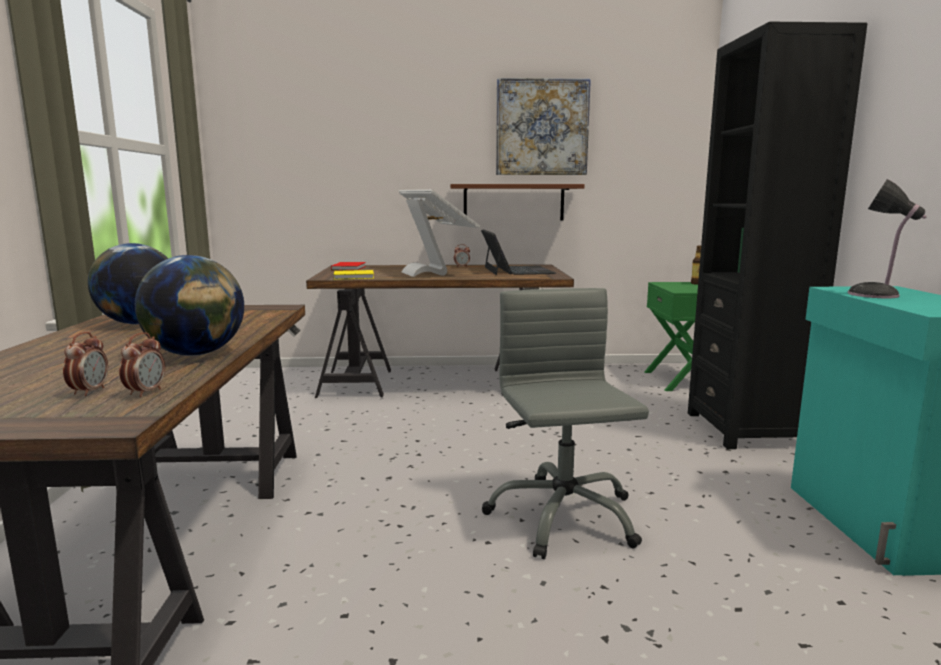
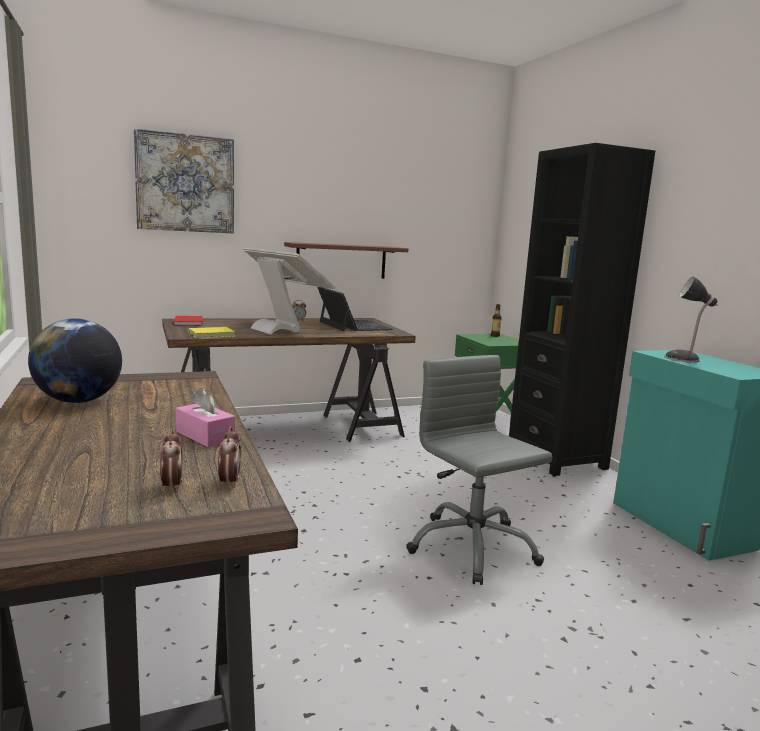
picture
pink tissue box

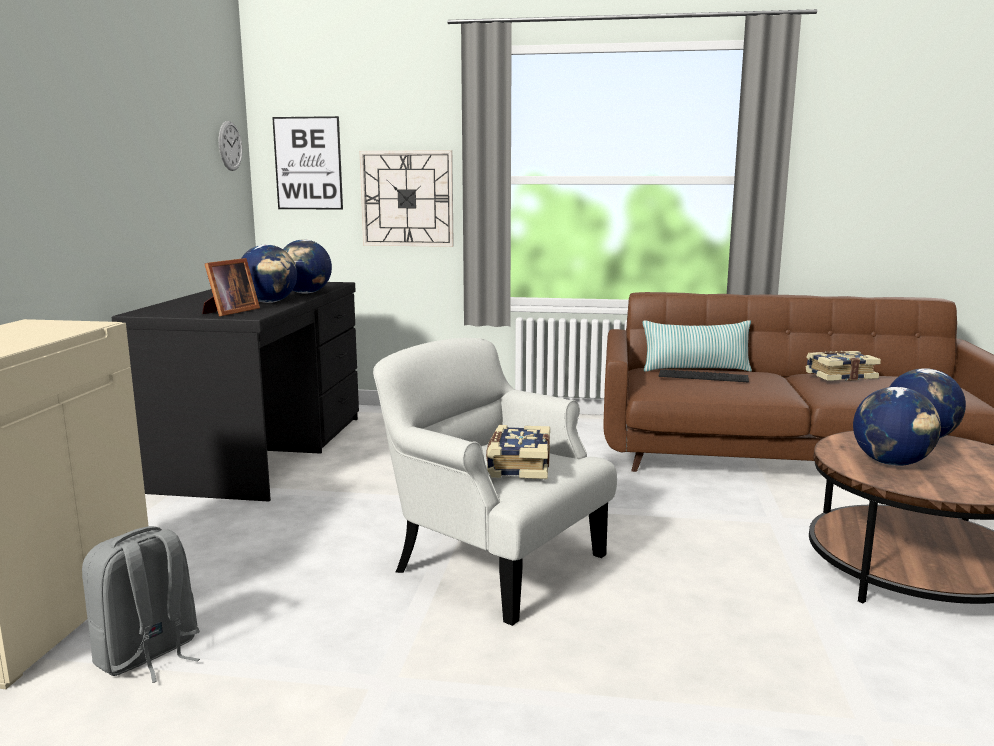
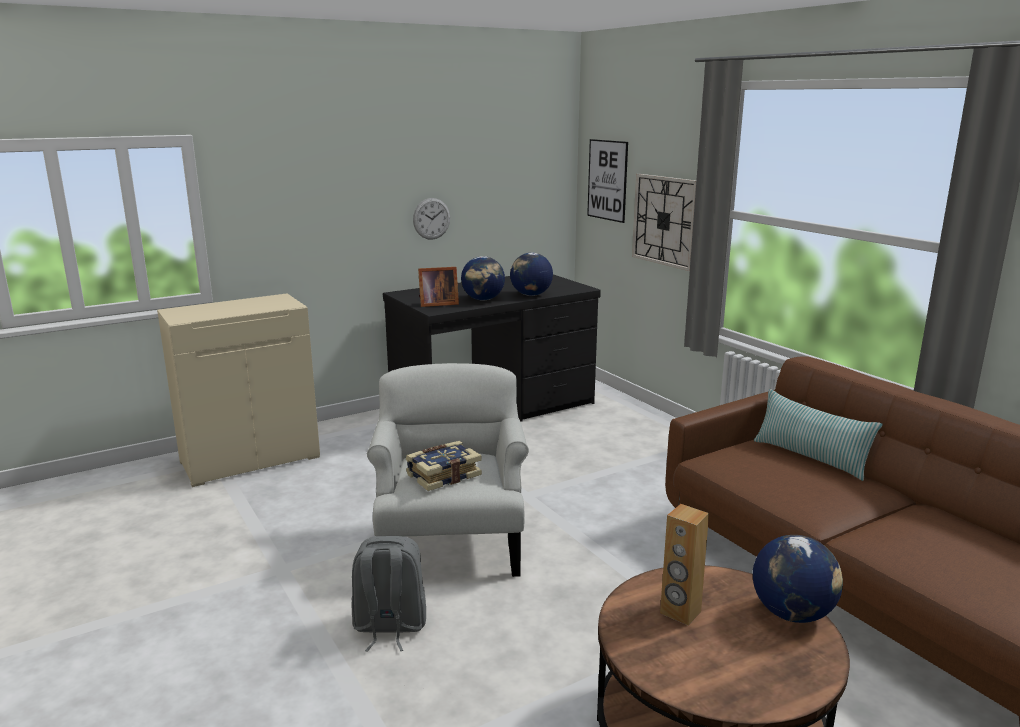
wall clock (1st from left)
book (2nd from left in the first image)
keyboard
brown speaker
grey backpack

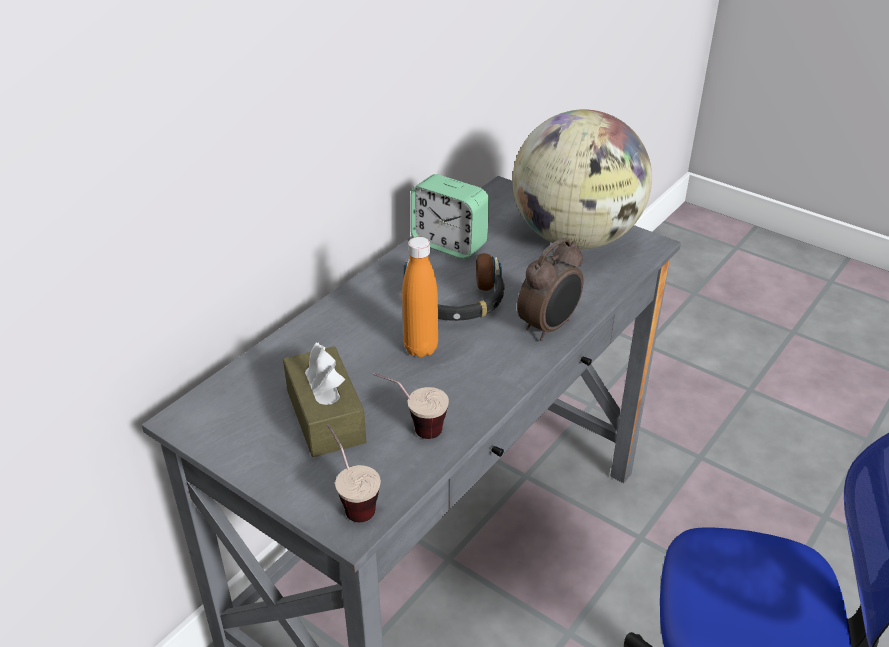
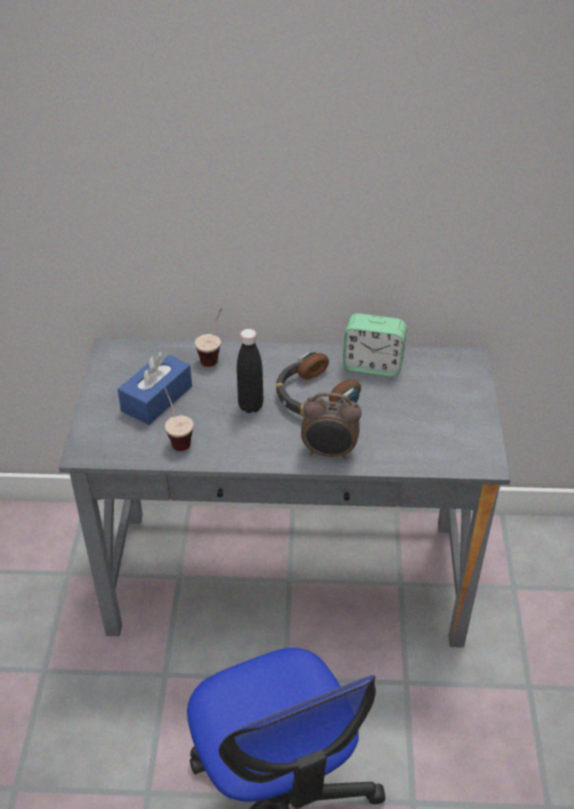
globe
alarm clock (2nd from left)
black bottle
blue tissue box
cup (2nd from left)

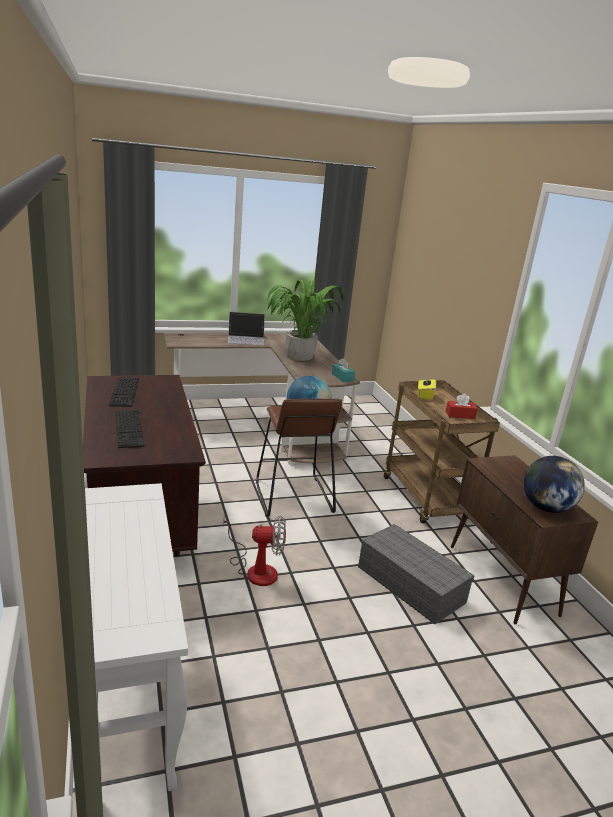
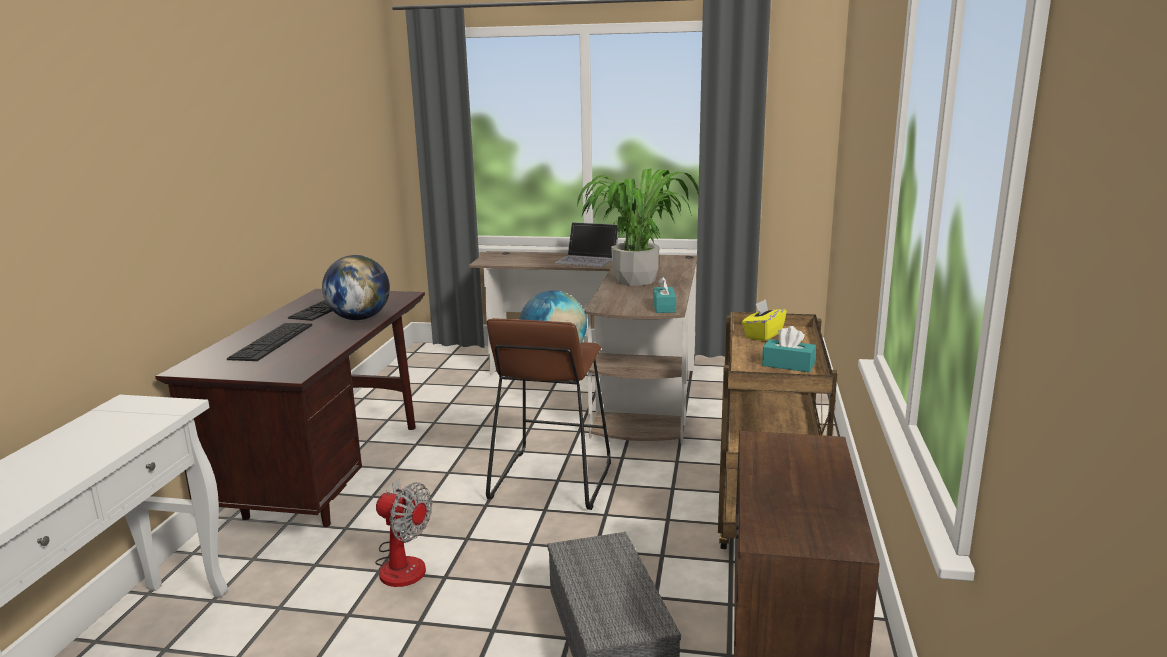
turquoise tissue box (2nd from left)
globe (1st from left)

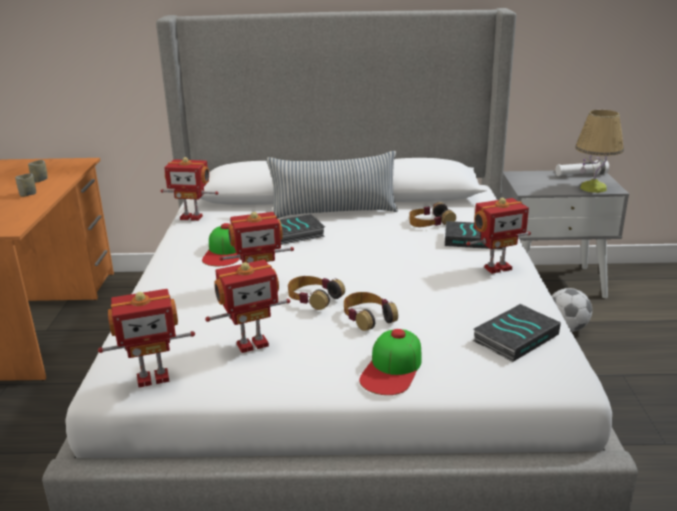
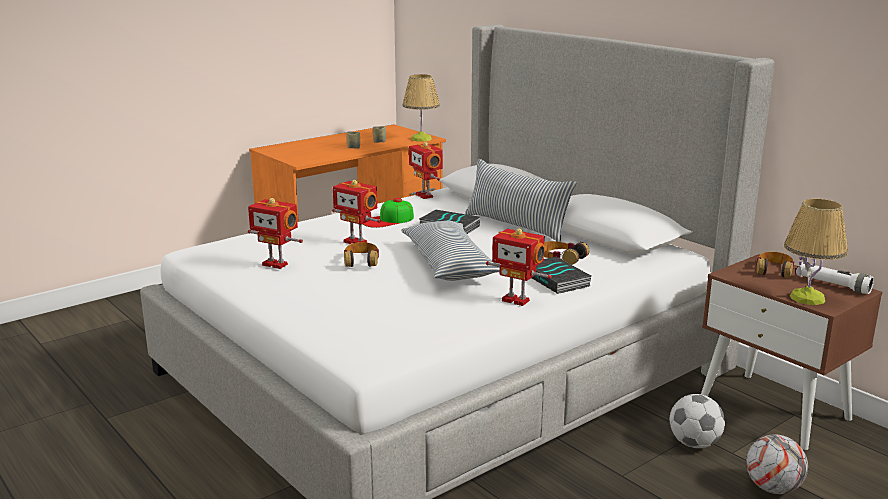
brown nightstand
toy robot (1st from left in the first image)
headphones (3rd from left)
book (3rd from left in the first image)
cap (2nd from left in the first image)
table lamp (1st from left)
pillow (1st from left)
football (2nd from left)

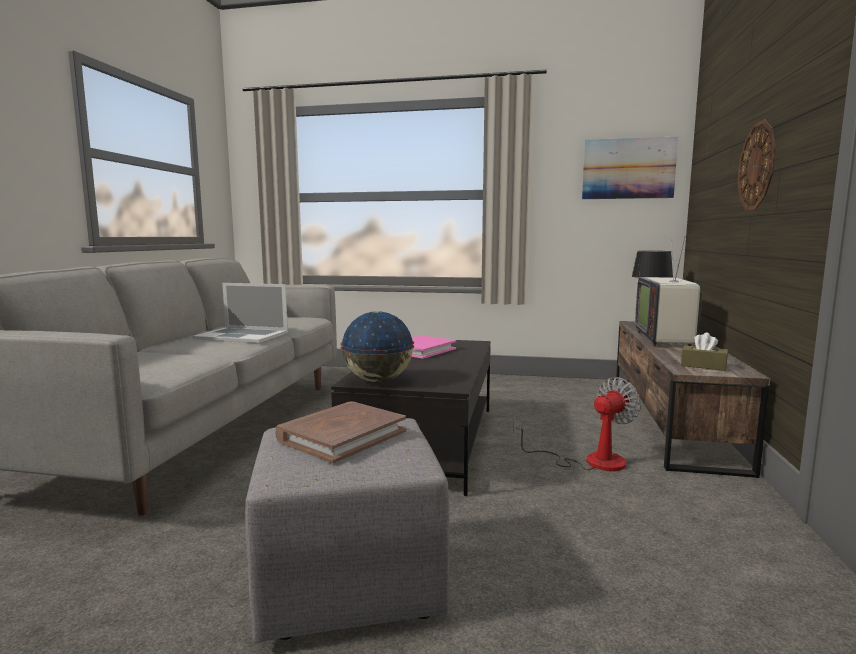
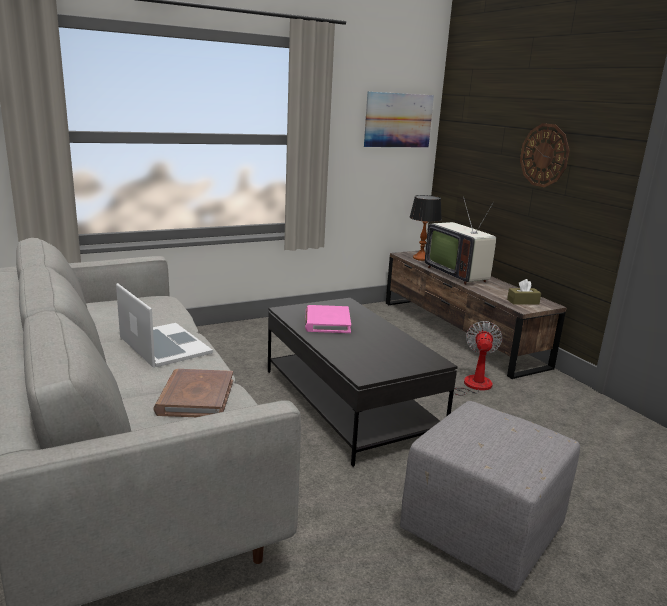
laptop
globe
brown book

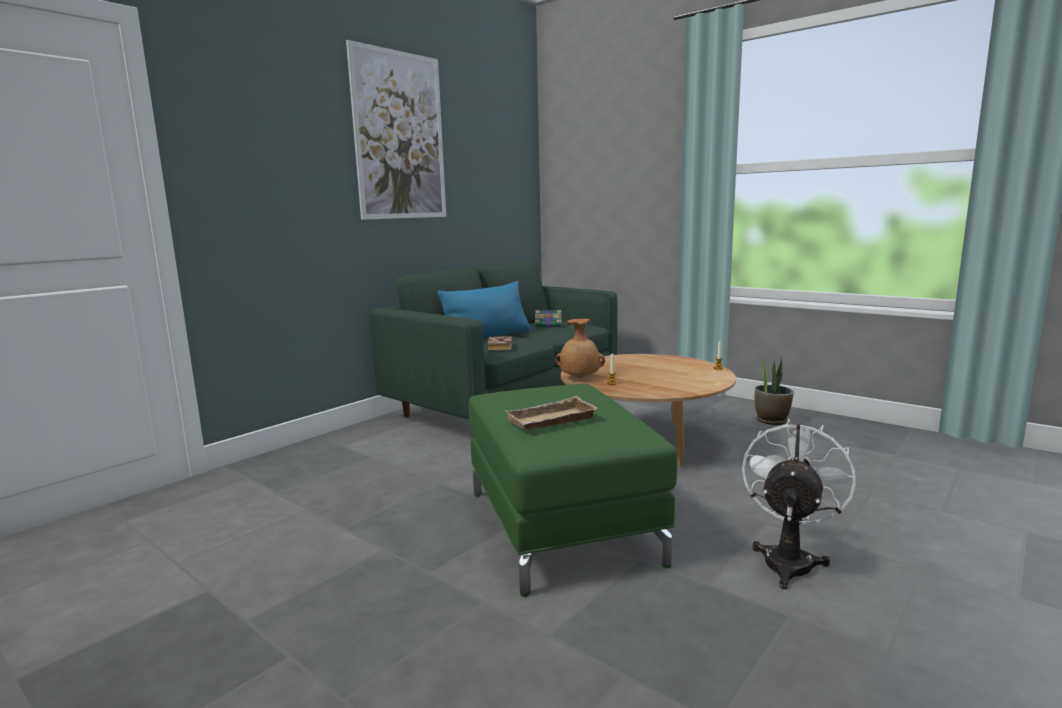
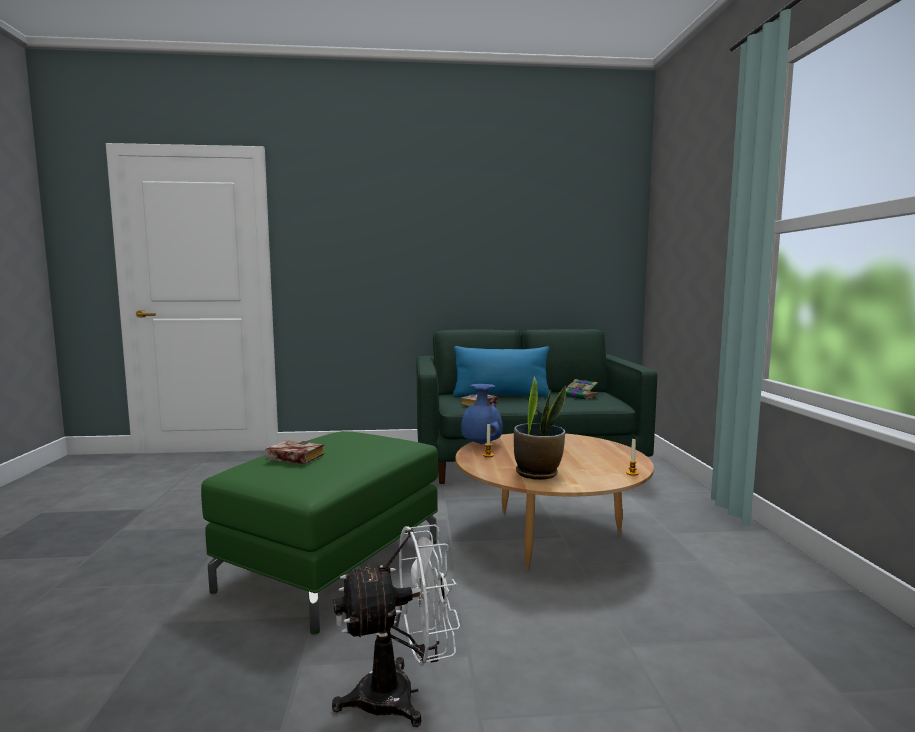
picture
blue vase
potted plant
book (1st from left)

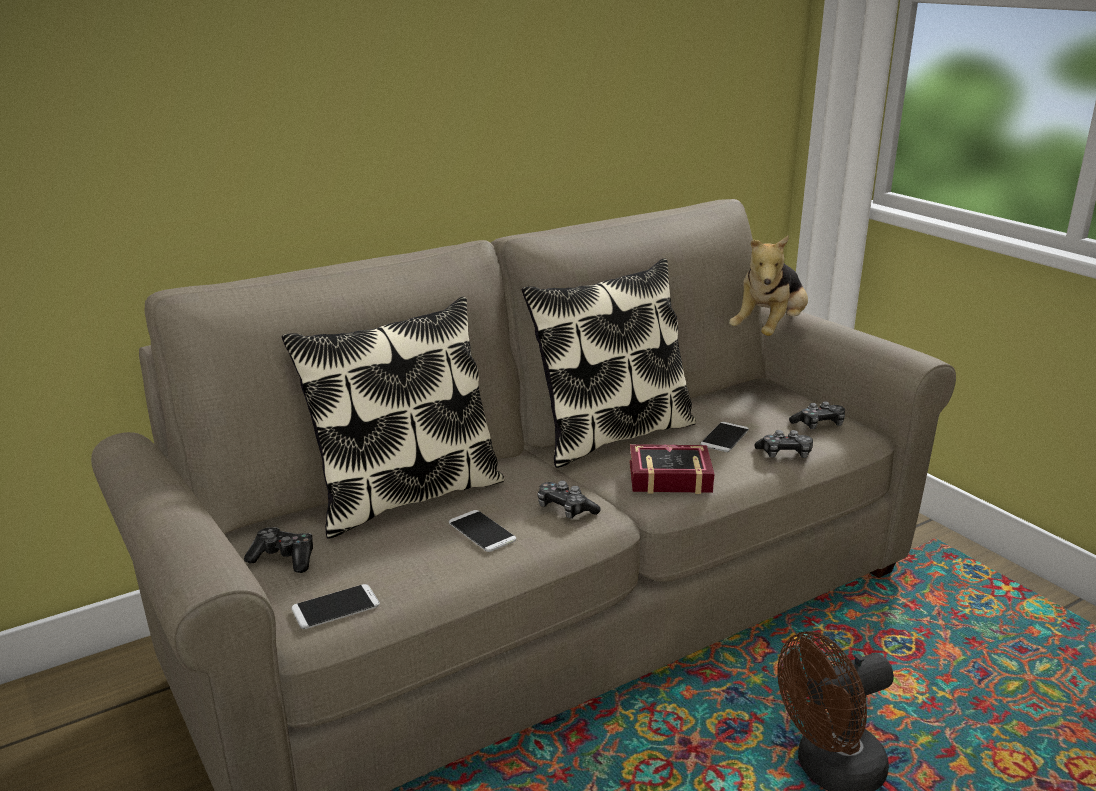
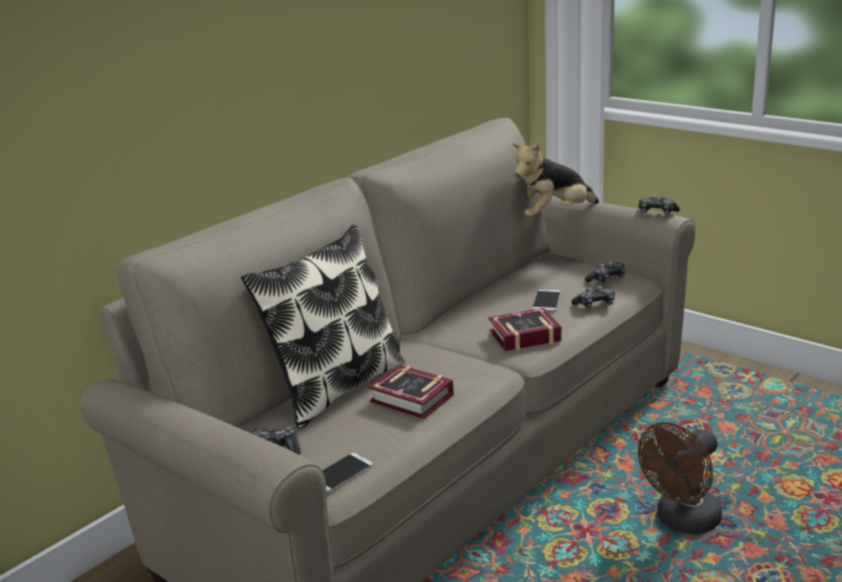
plush toy
pillow (2nd from left in the first image)
game controller (4th from left)
book (1st from left)

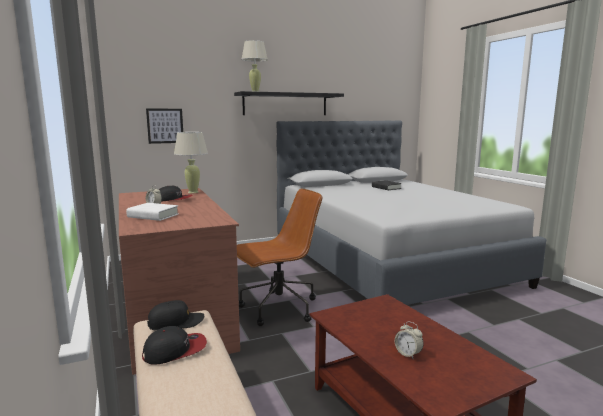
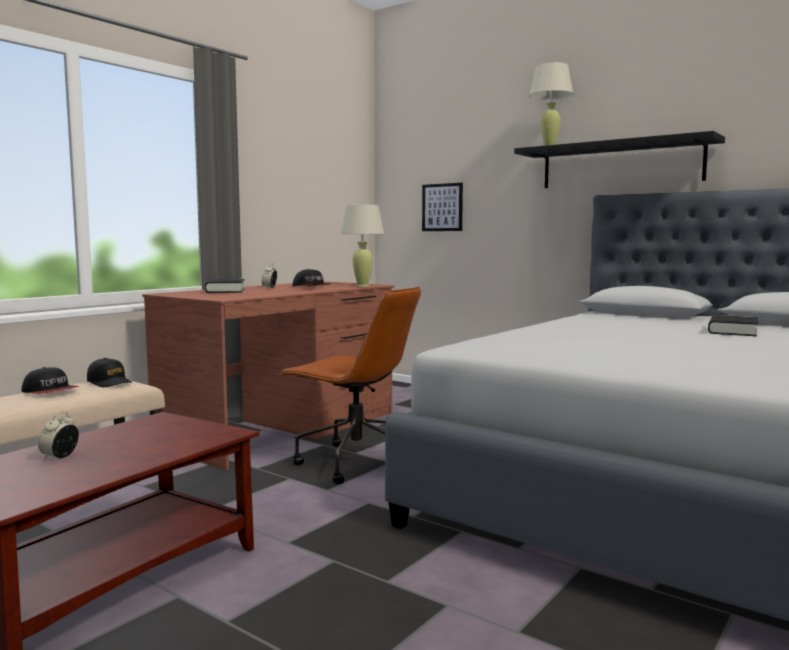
black book (1st from left)

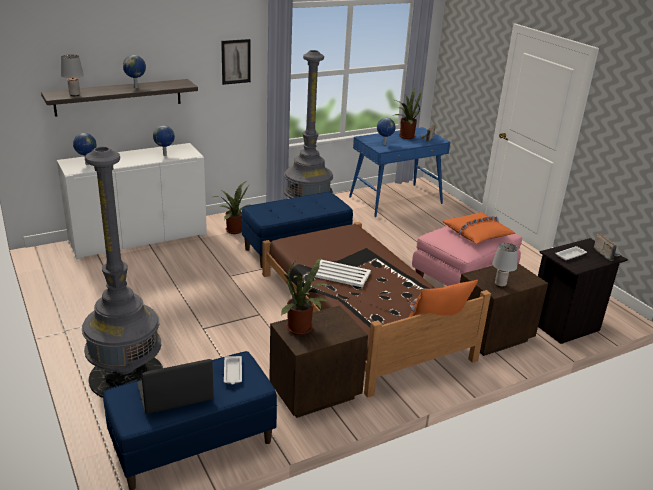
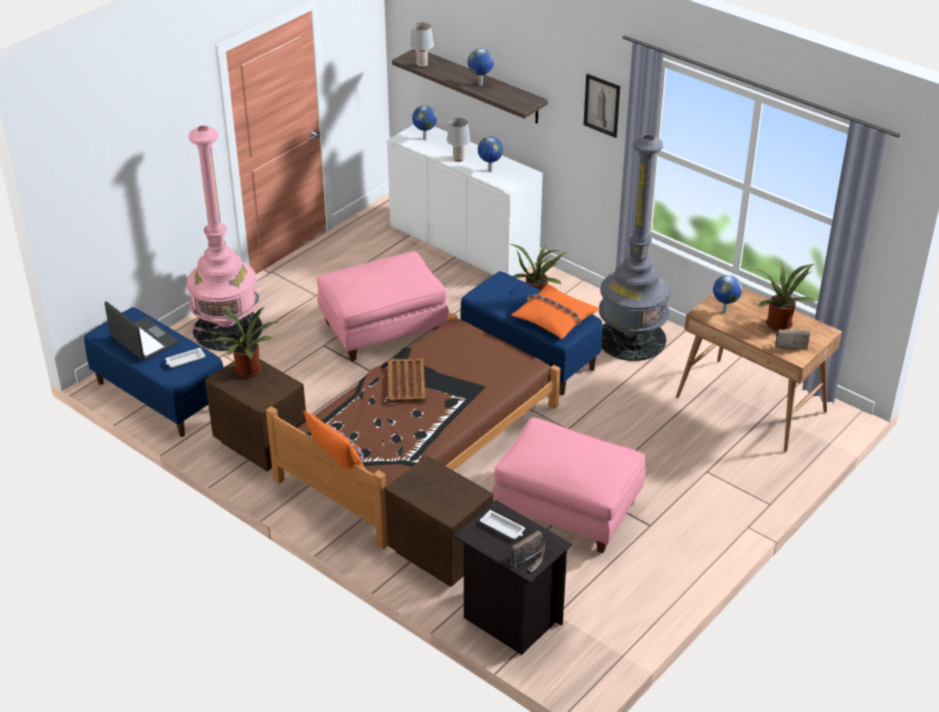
brown desk
pink floor lamp
orange pillow (2nd from left)
grey table lamp (2nd from left)
brown tray
pink ottoman (1st from left)

